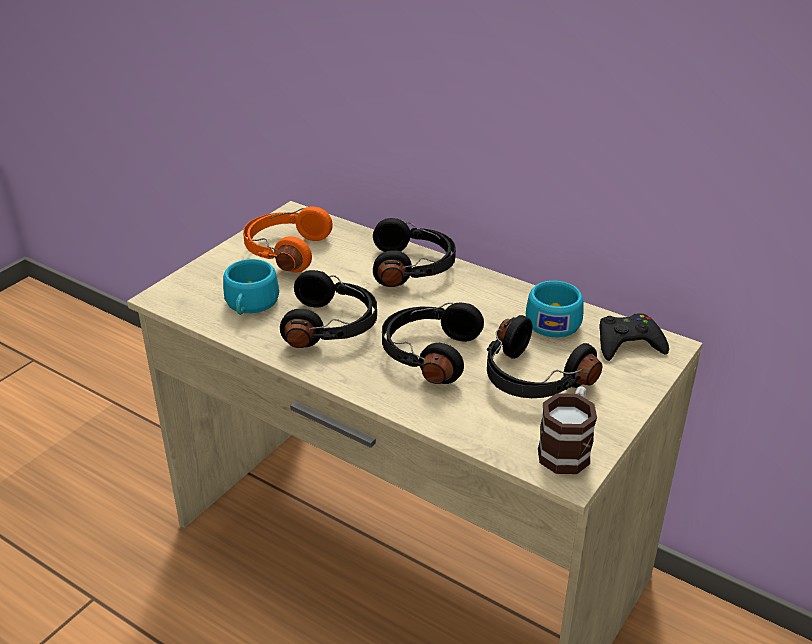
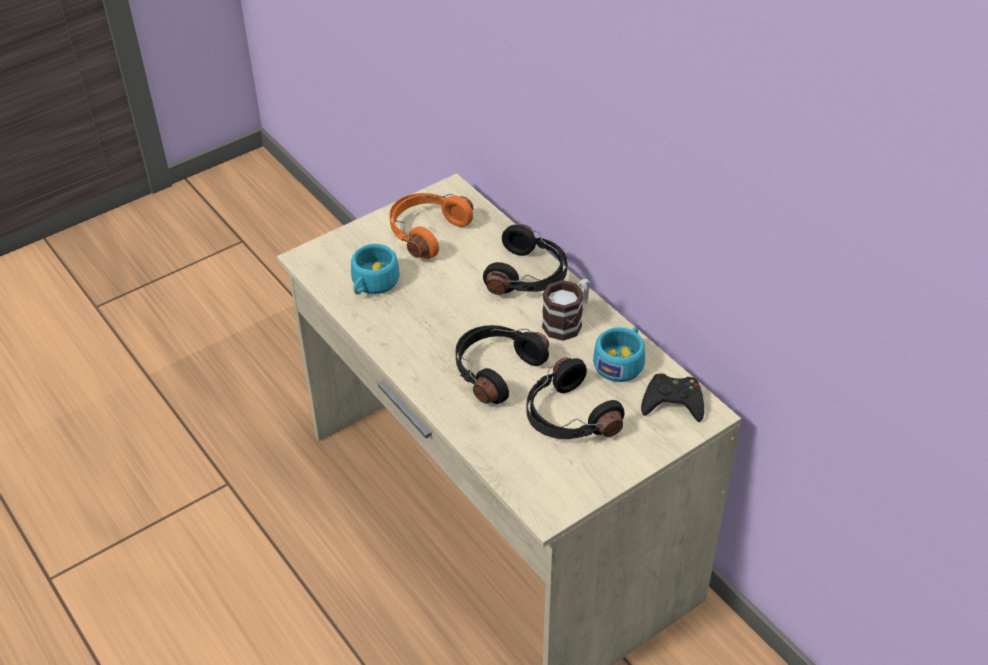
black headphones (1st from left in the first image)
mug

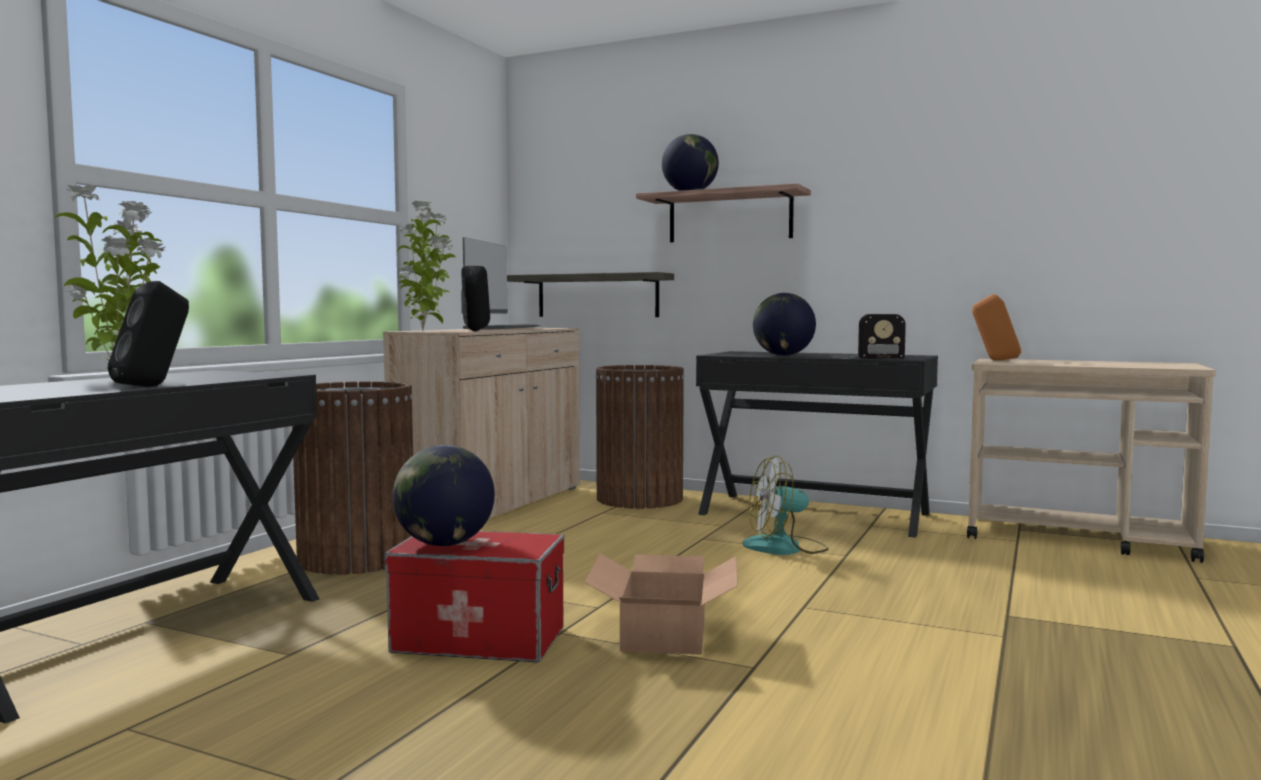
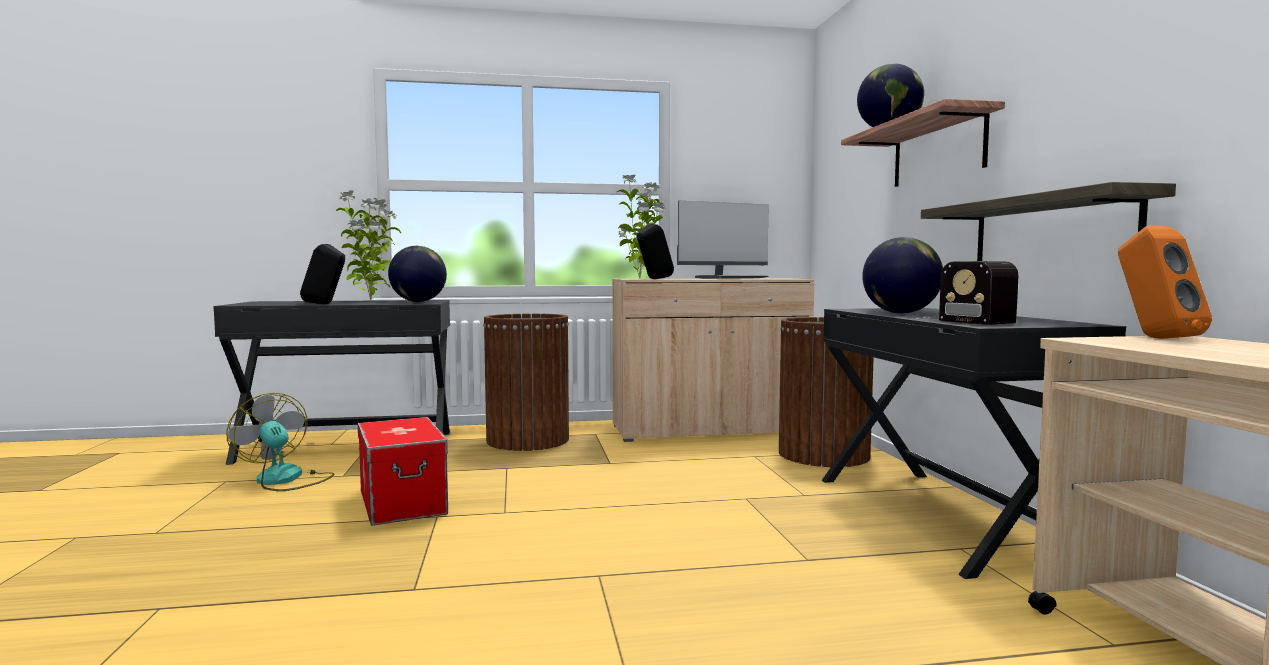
shelf (2nd from left)
globe (1st from left)
fan
cardboard box

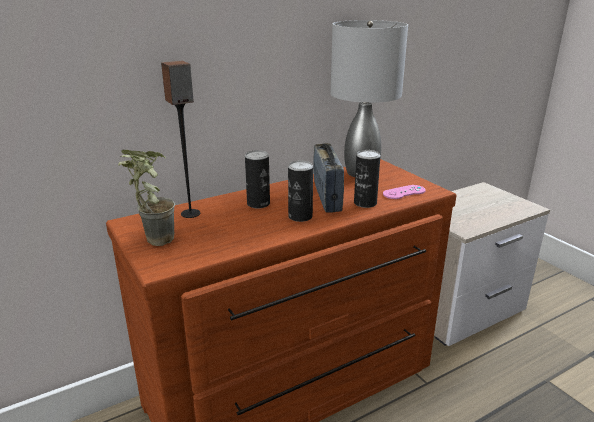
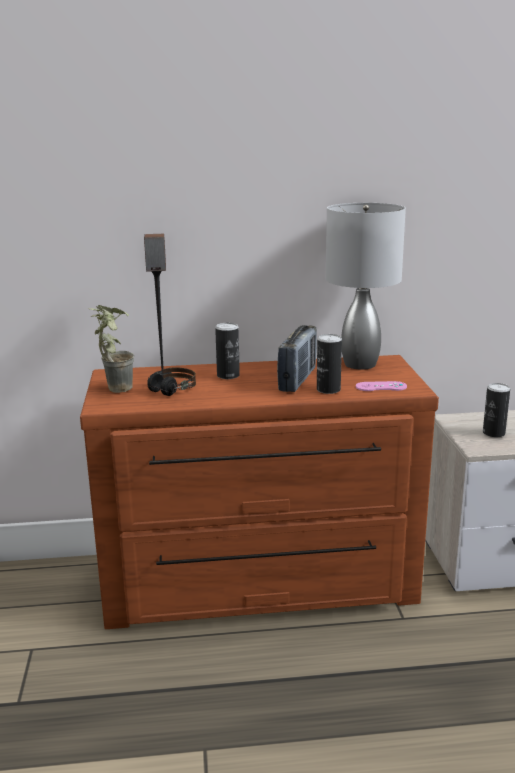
can (3rd from left)
headphones

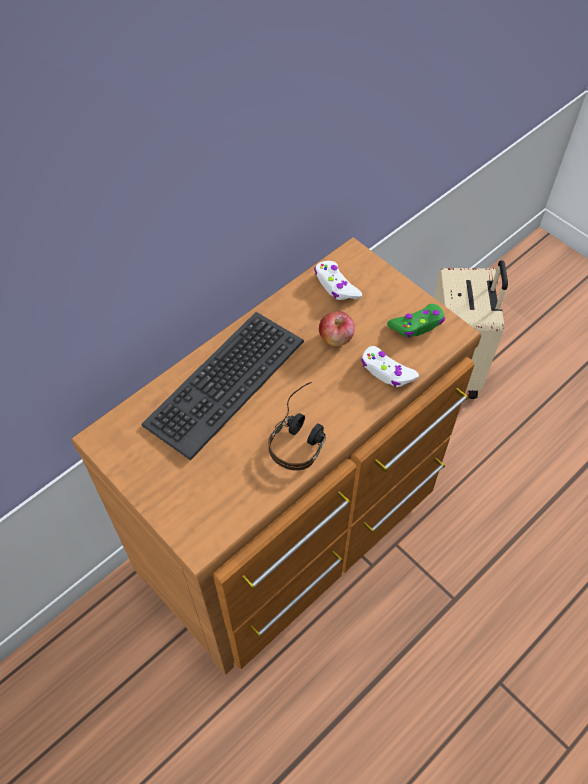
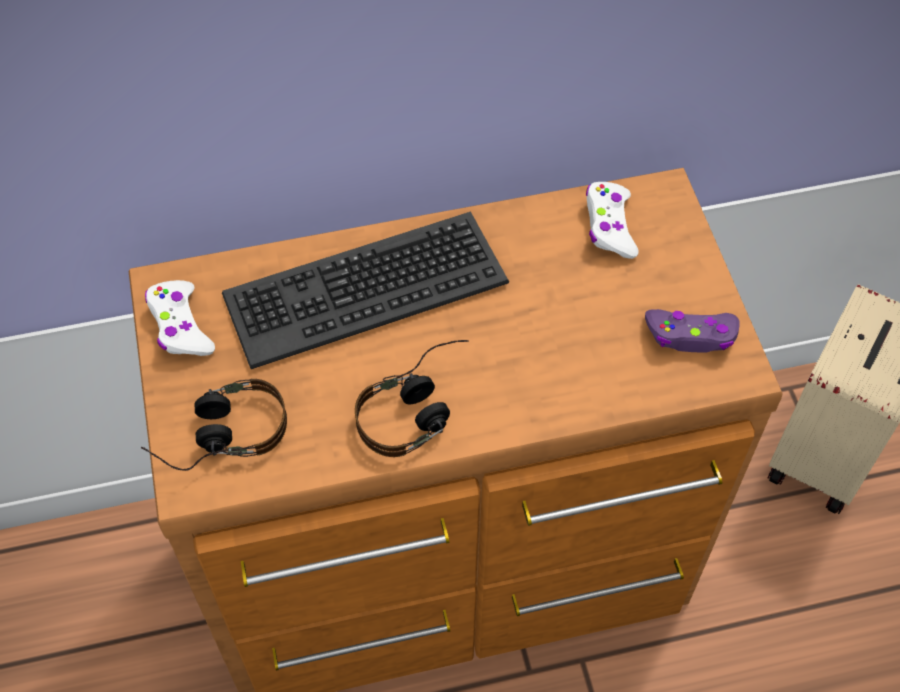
purple game controller
apple
white game controller (1st from left)
headphones (1st from left)

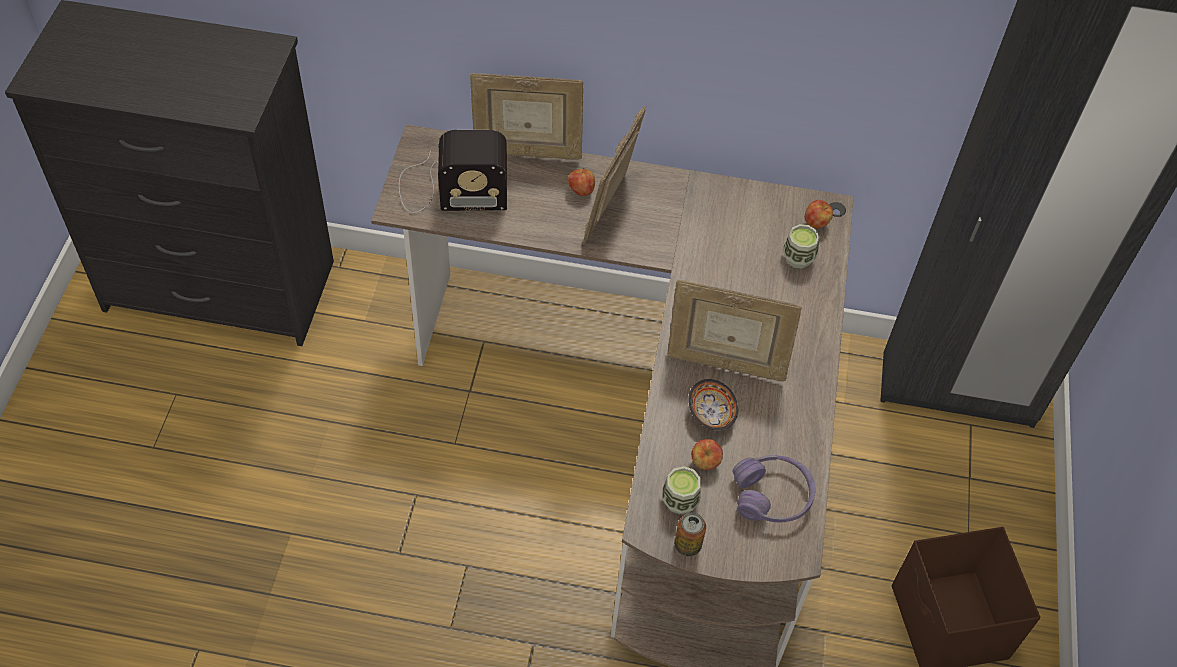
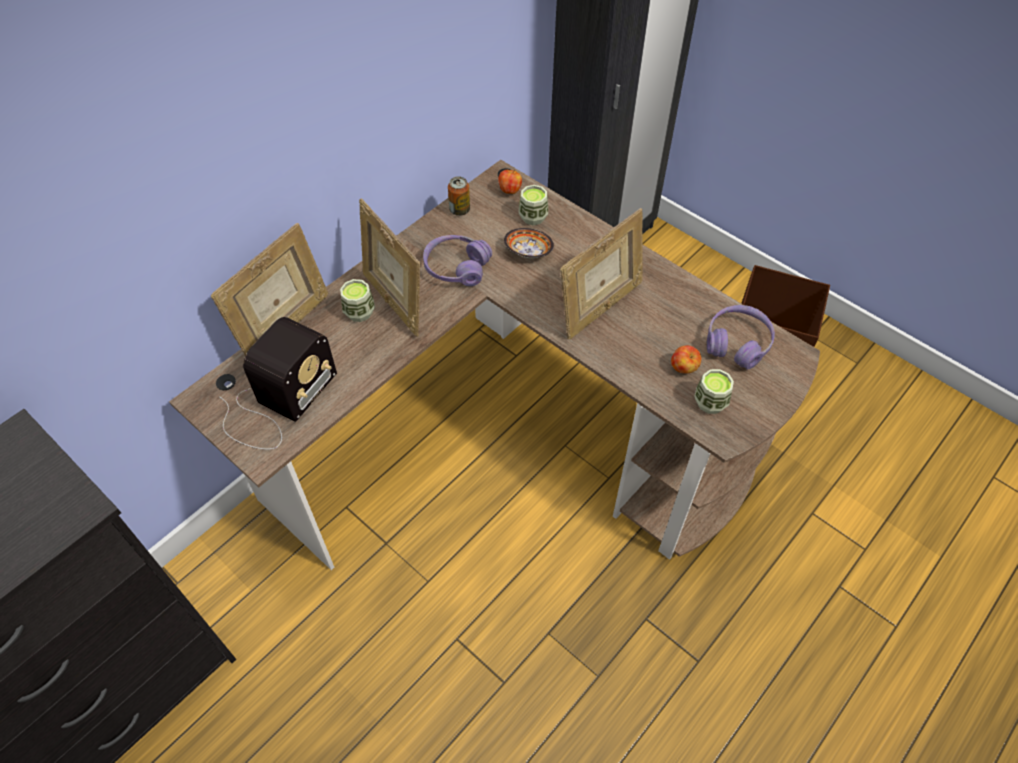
cup (1st from left)
bowl
can
purple headphones (1st from left)

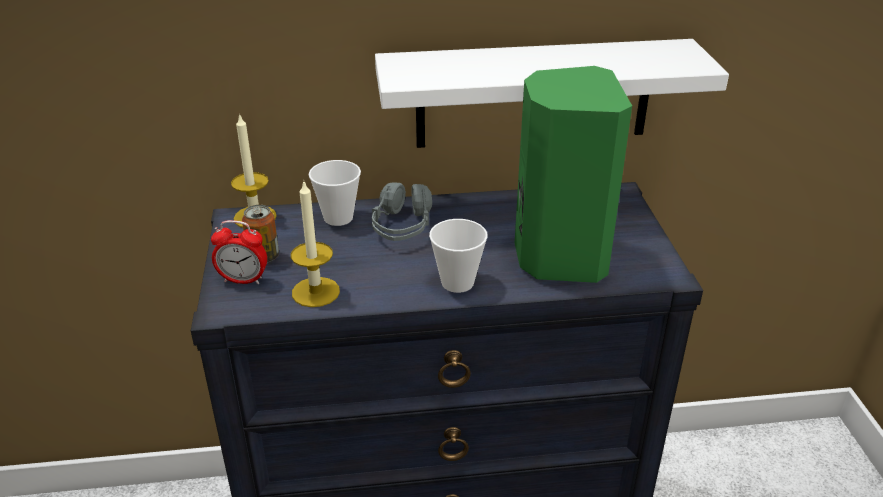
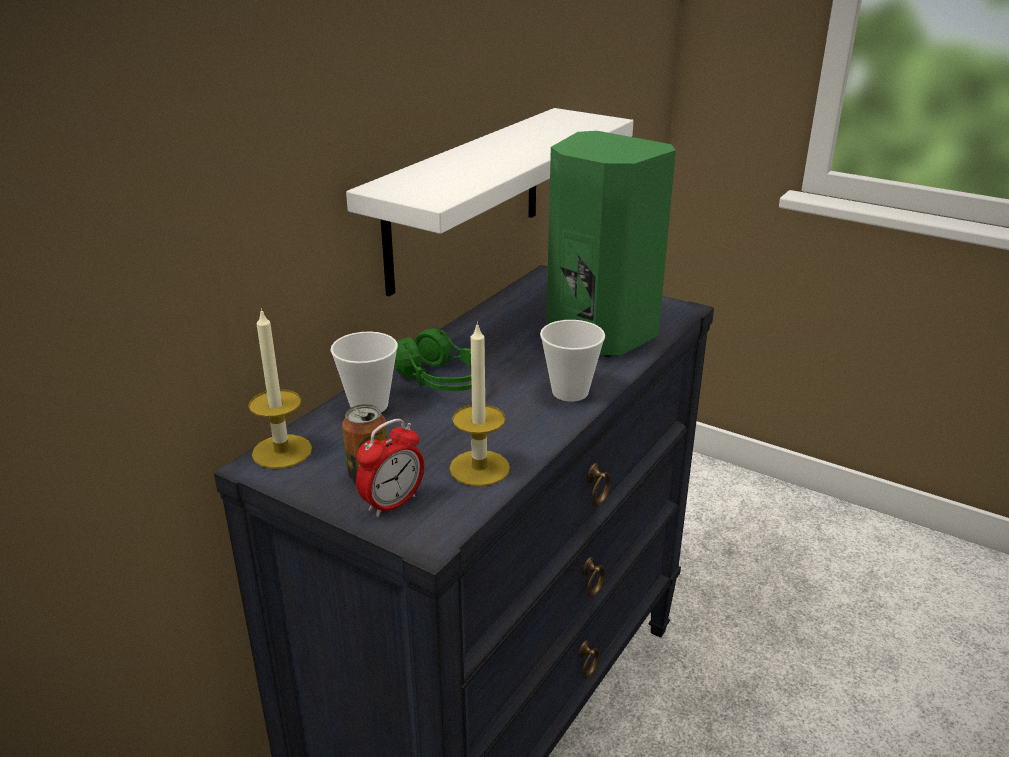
green headphones

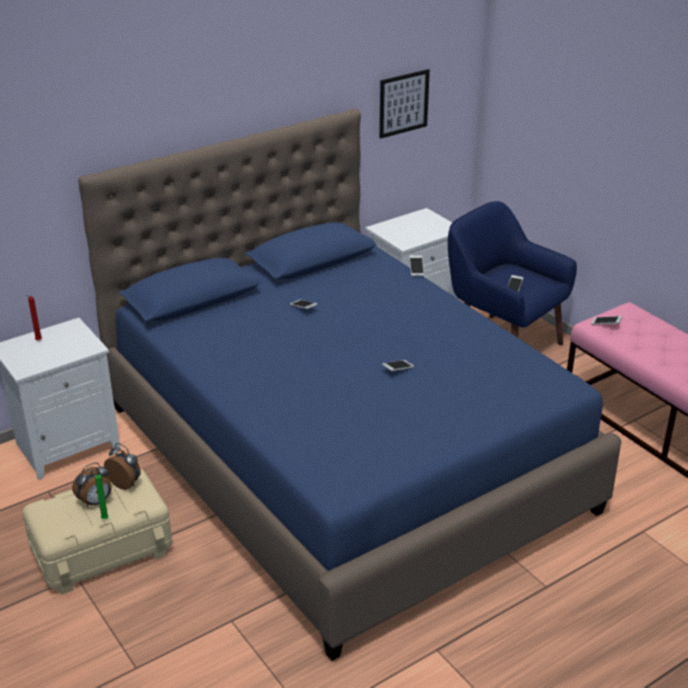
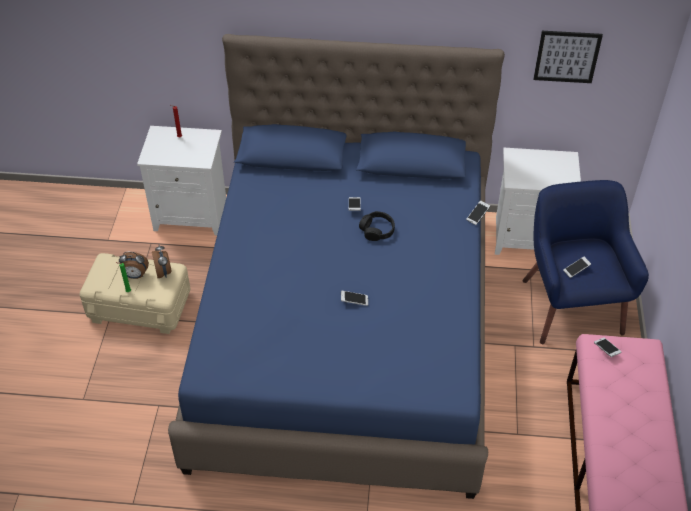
black headphones

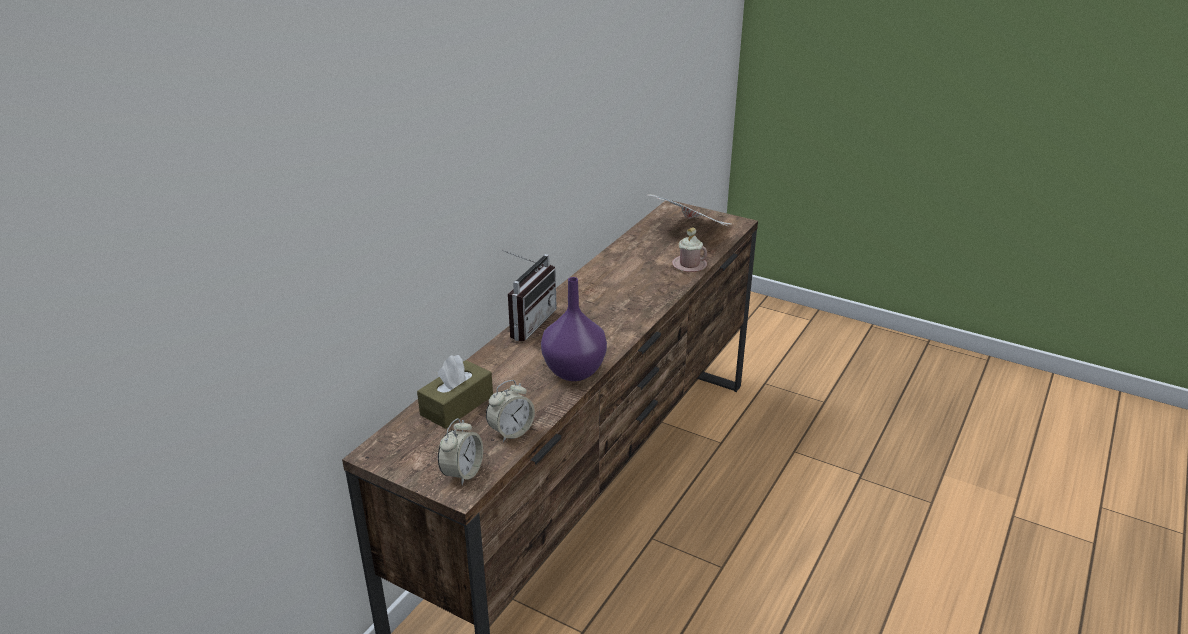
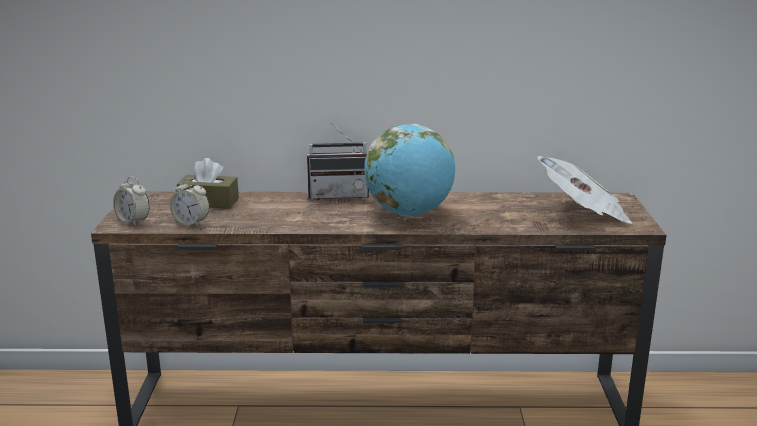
pink mug
purple vase
alarm clock (1st from left)
globe

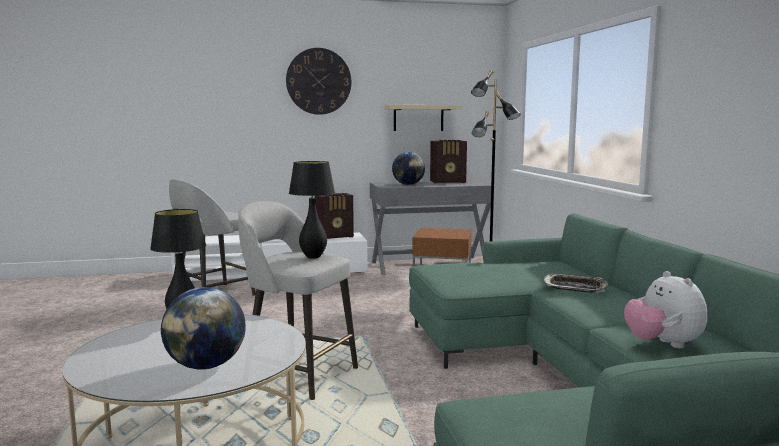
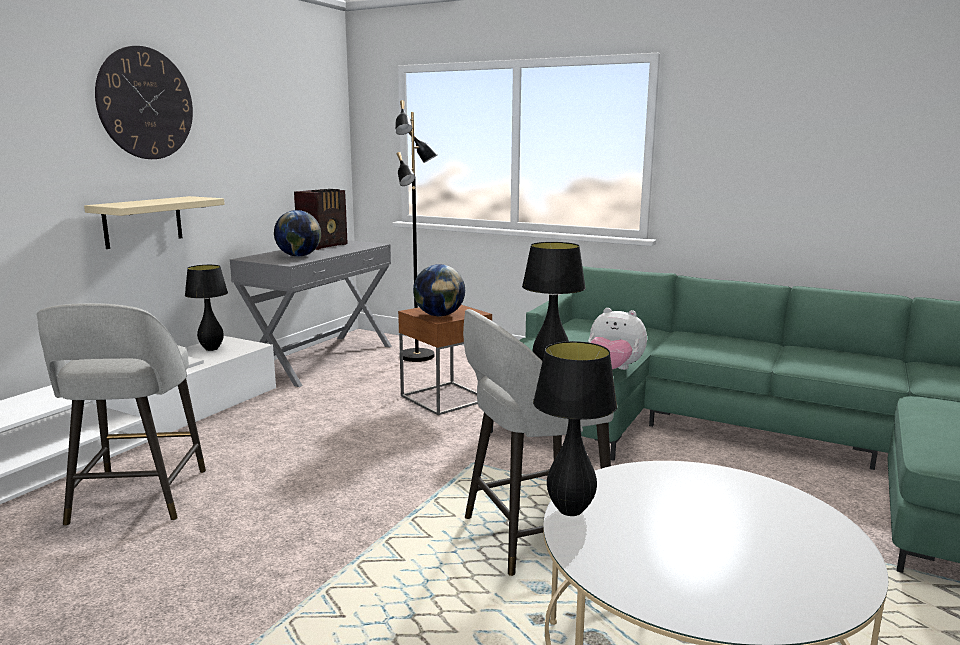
beige shelf
black table lamp (1st from left)
plush toy
tray
globe (2nd from left)

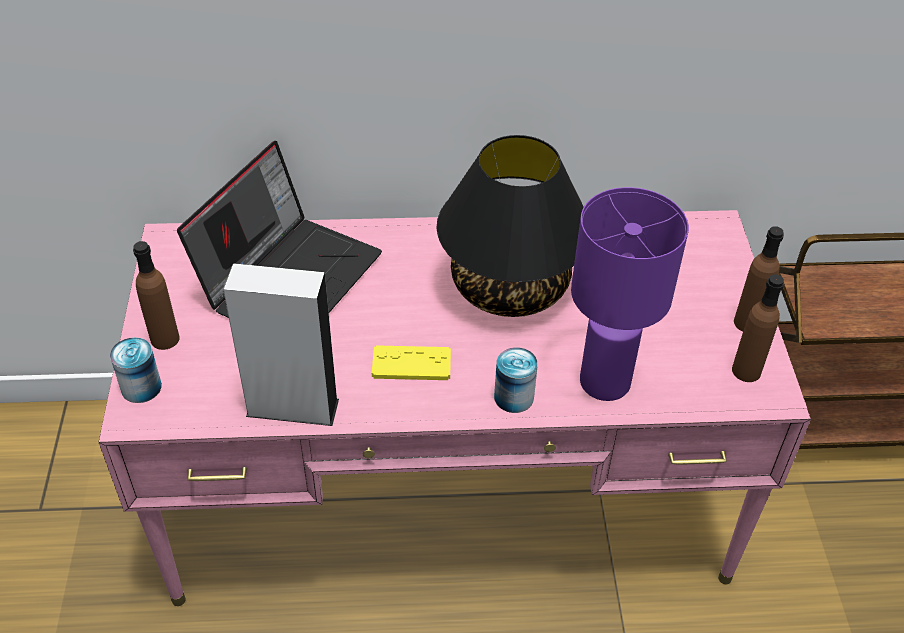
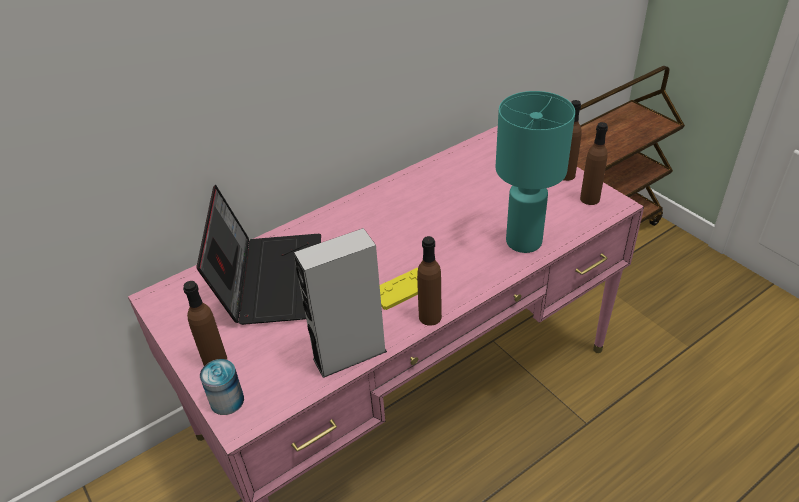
black table lamp
turquoise table lamp
can (2nd from left in the first image)
brown bottle (2nd from left)

